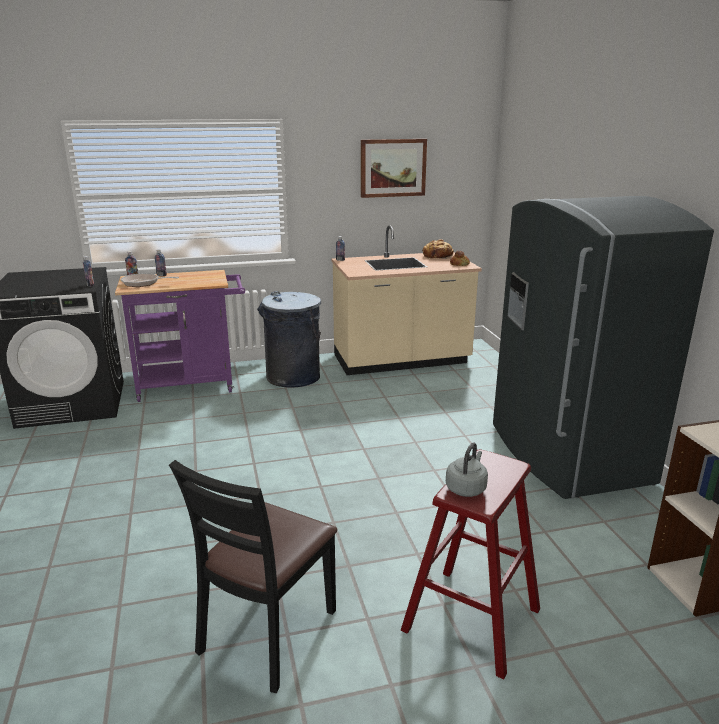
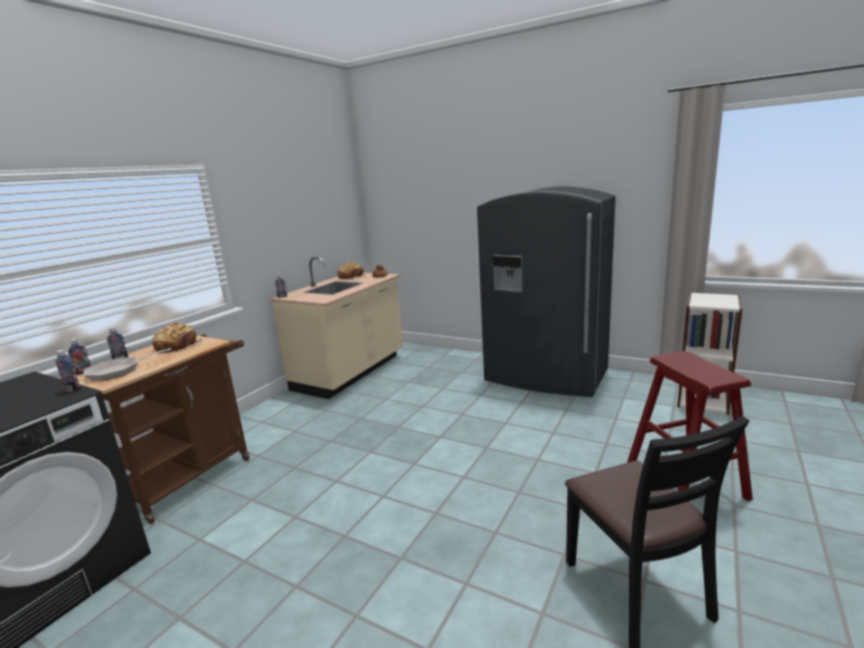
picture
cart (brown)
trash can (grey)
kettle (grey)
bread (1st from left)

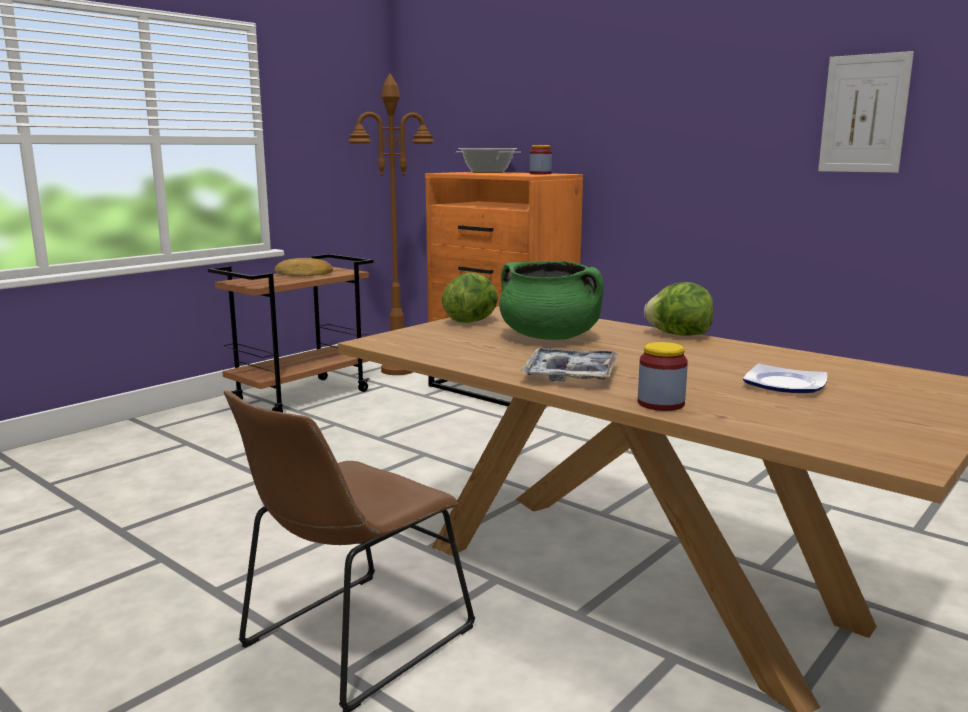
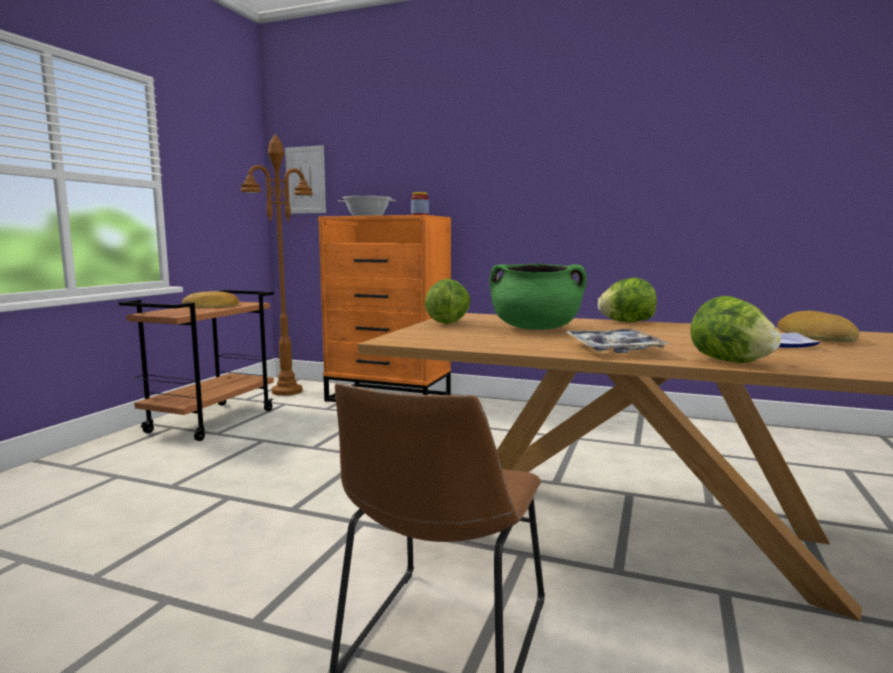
picture
lettuce (3rd from left)
bread (2nd from left)

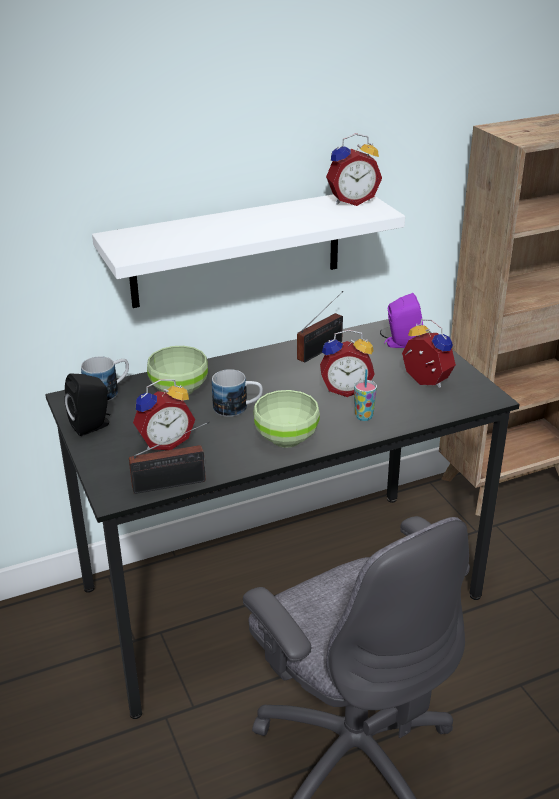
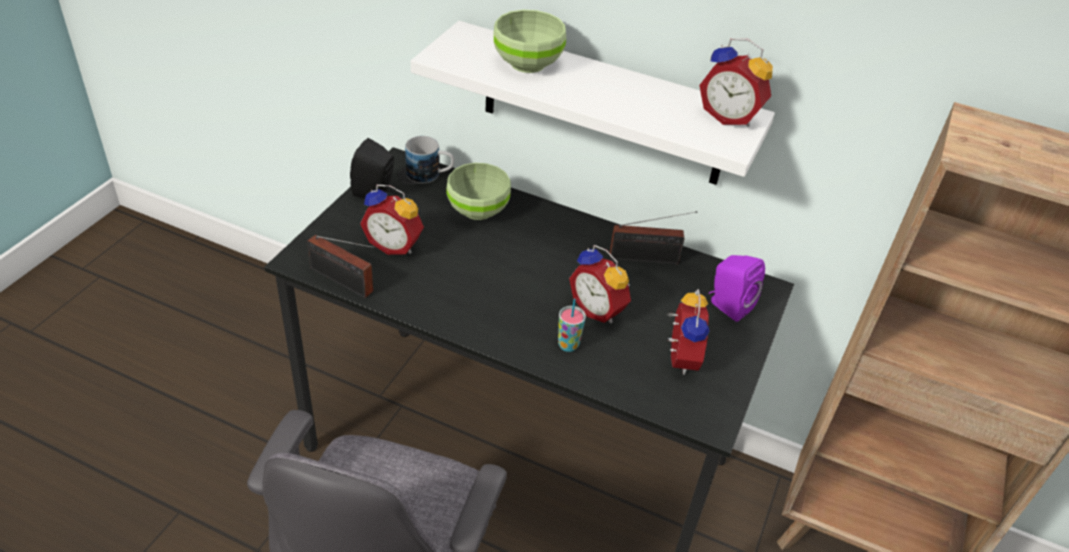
mug (2nd from left in the first image)
bowl (green) (2nd from left)

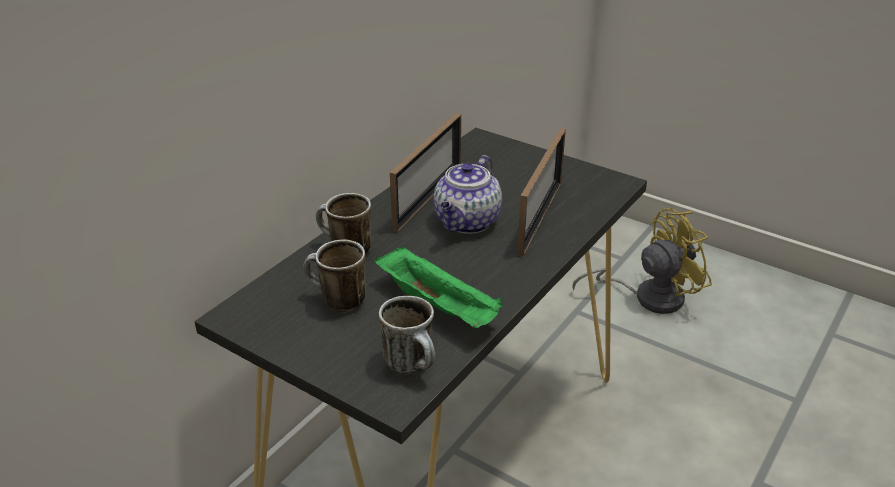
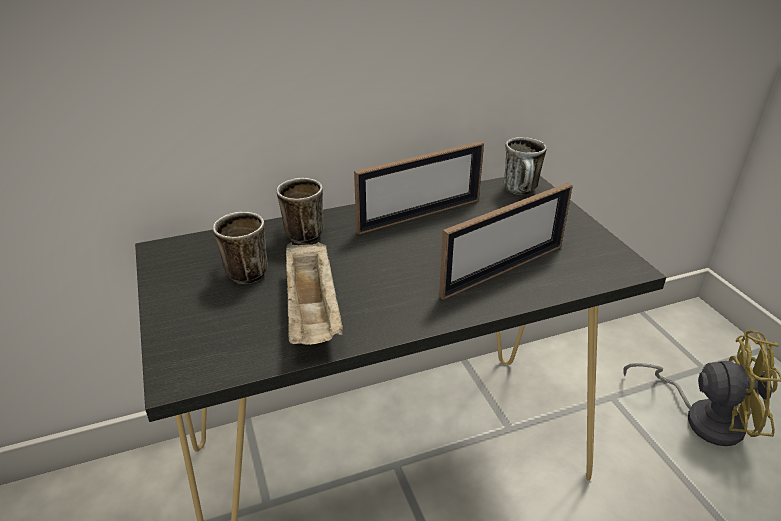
teapot
tray (beige)
mug (3rd from left)

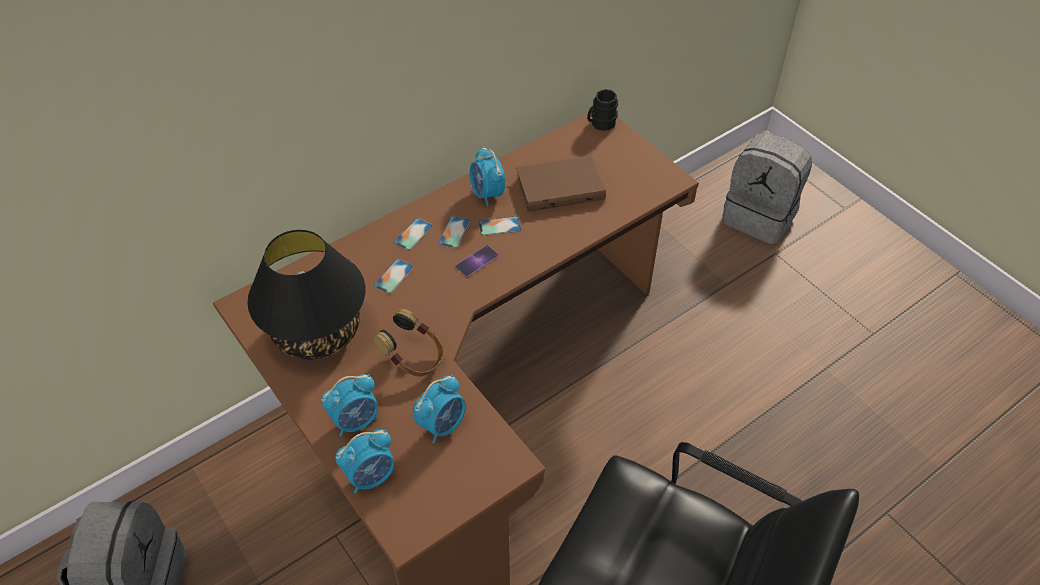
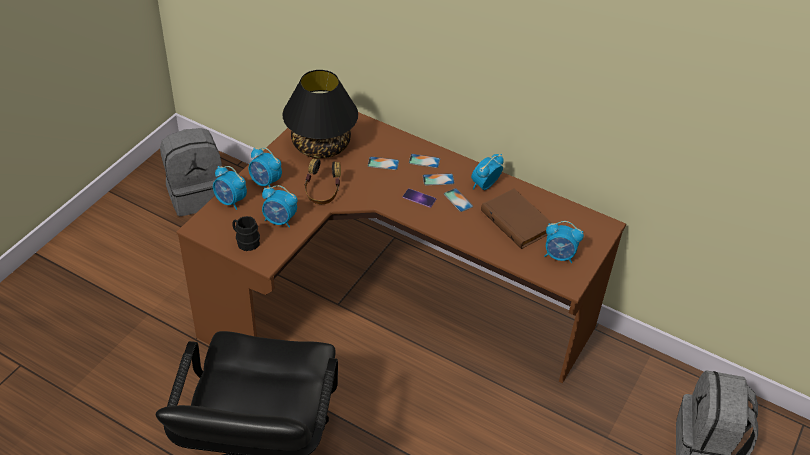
mug (black)
alarm clock (5th from left)

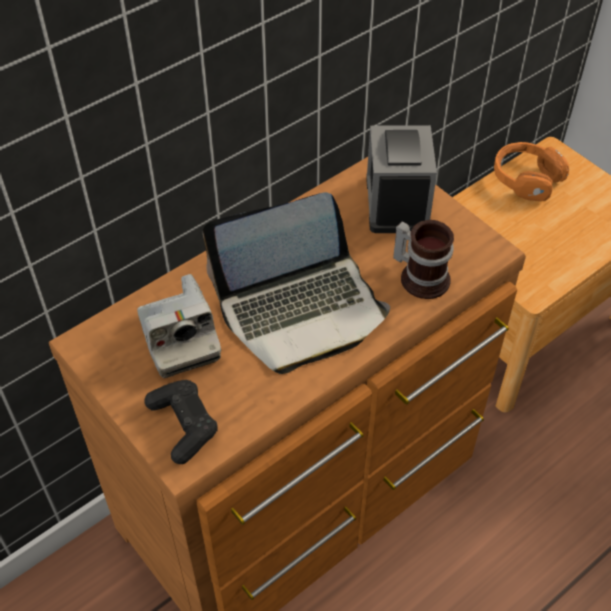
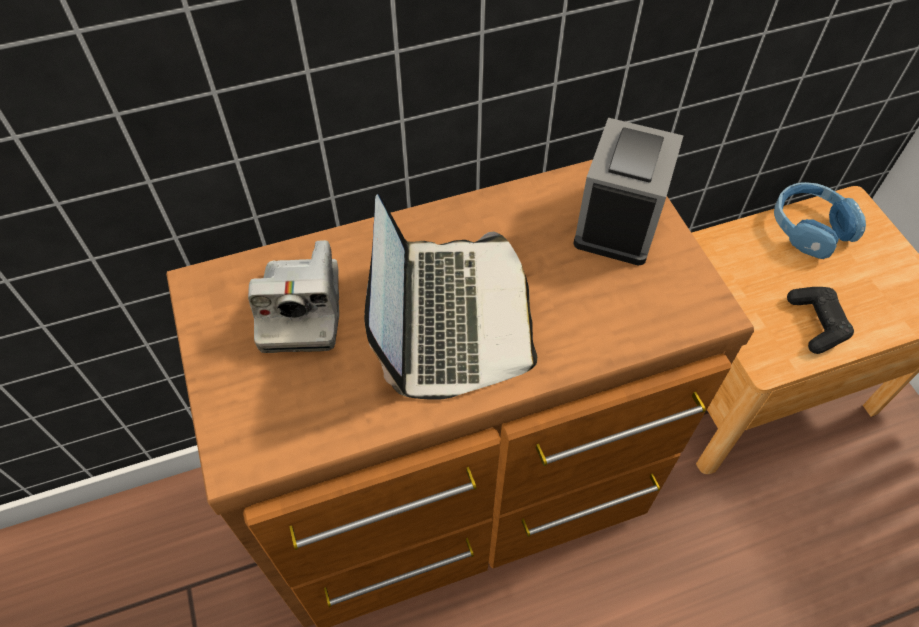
headphones (blue)
laptop
mug
game controller (black)

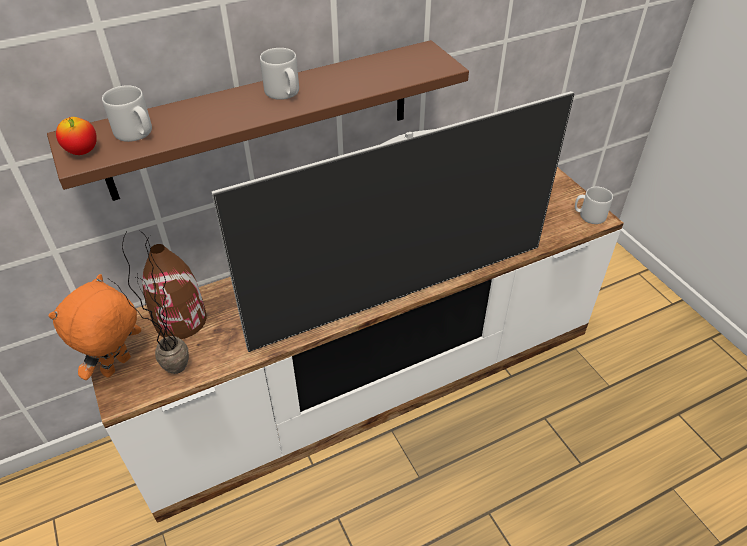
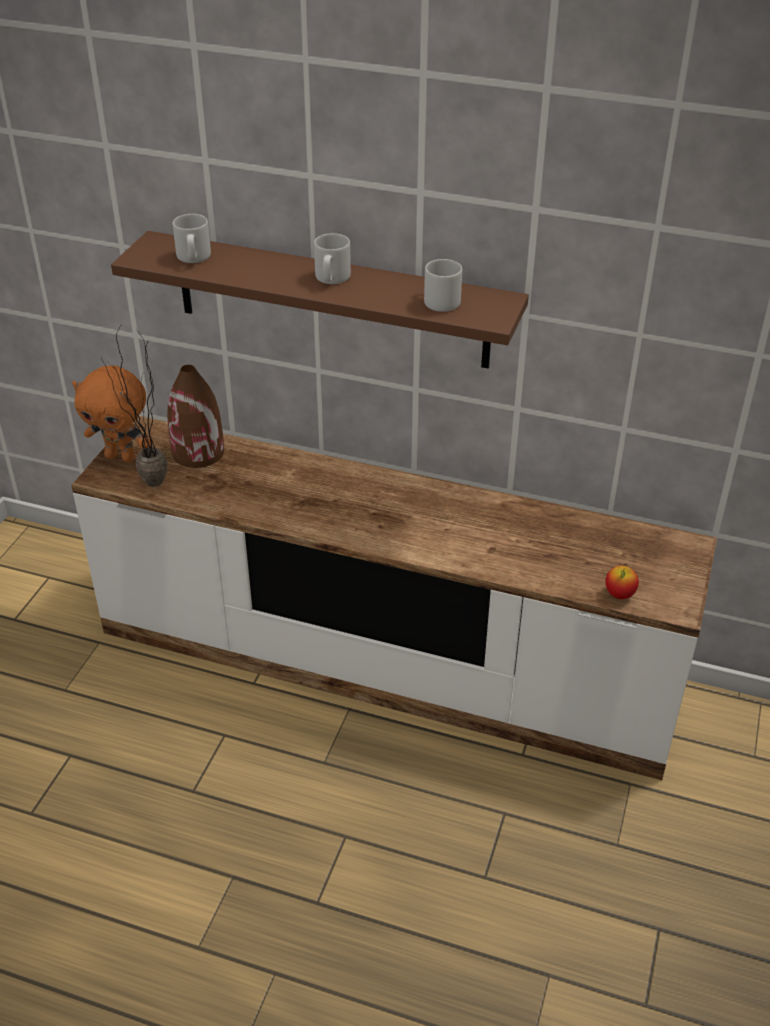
television
apple
mug (grey) (3rd from left)
plush toy (orange)

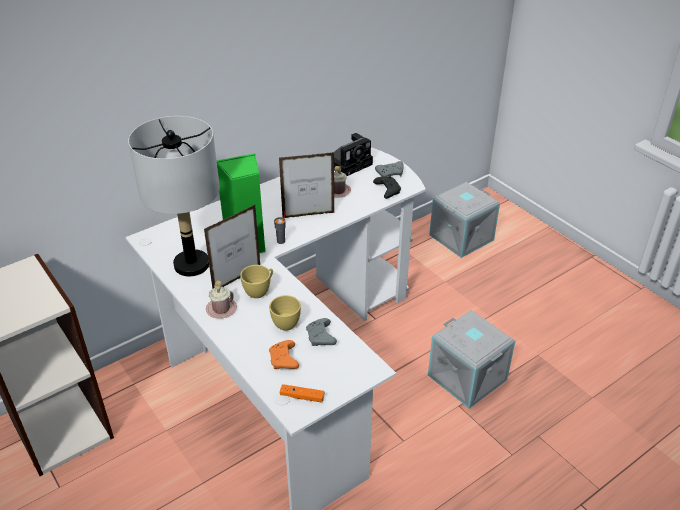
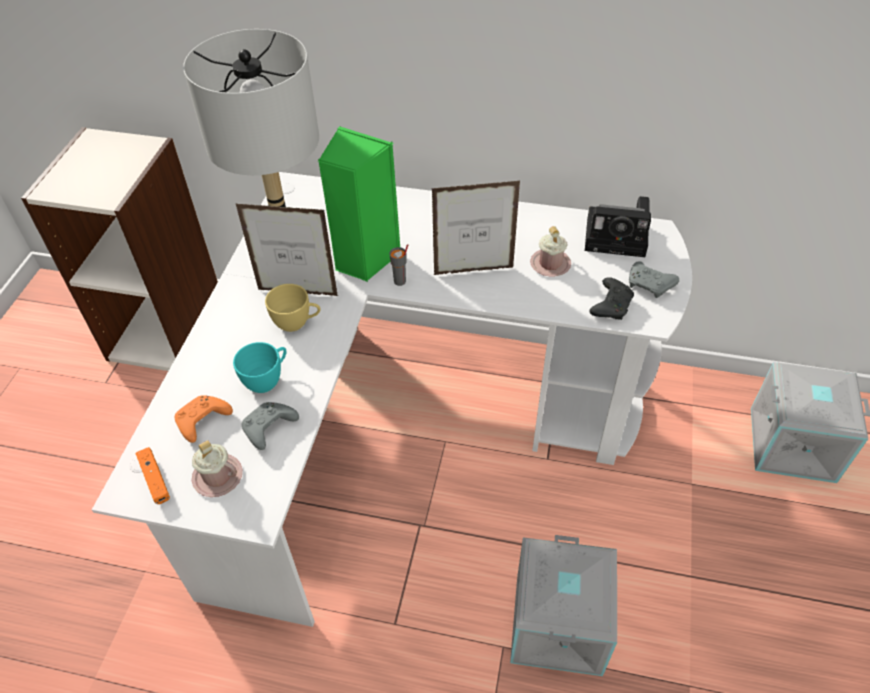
picture frame (2nd from left)
mug (pink) (1st from left)
cup (turquoise)

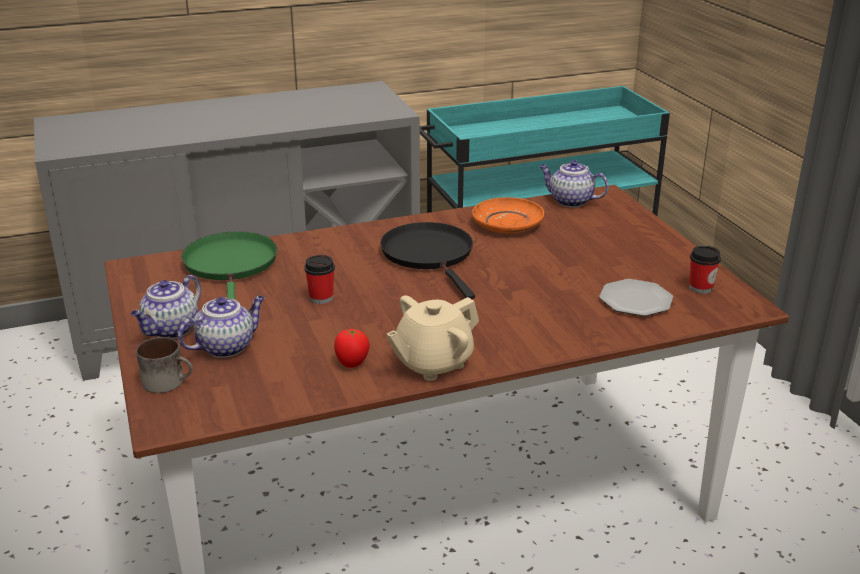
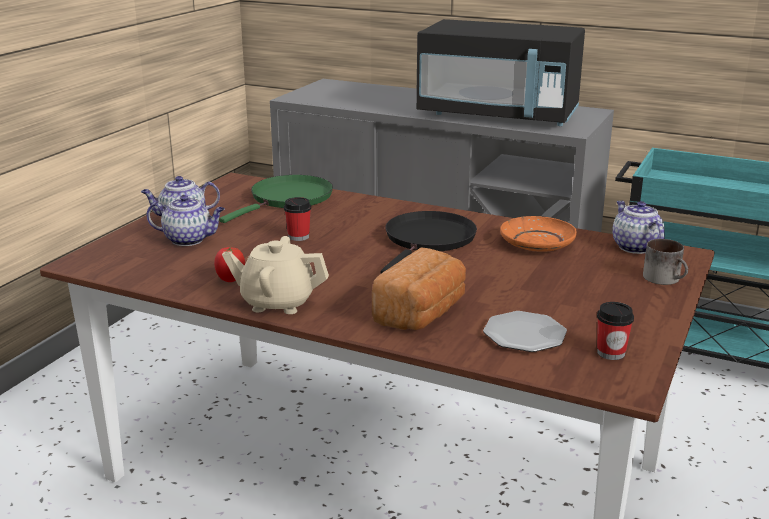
mug
microwave (black)
bread

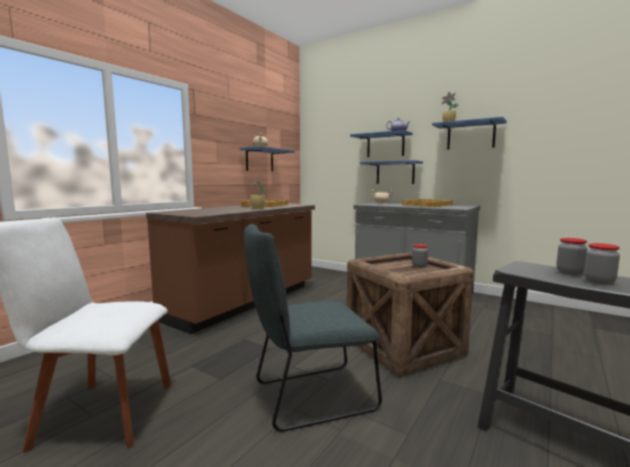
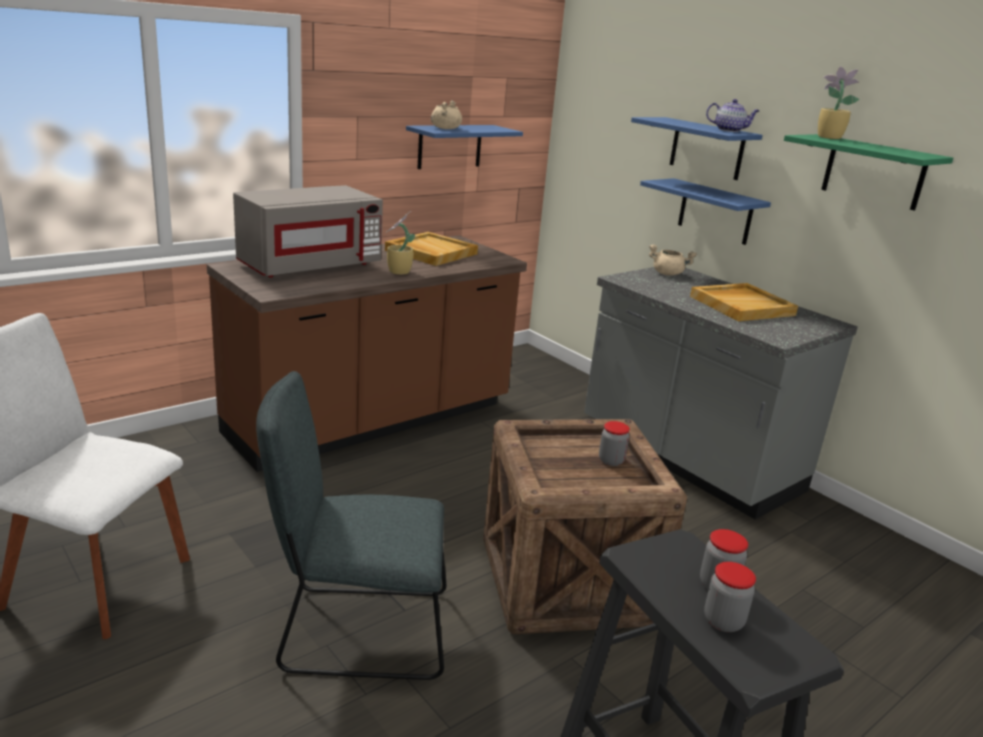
shelf (green)
microwave (grey)

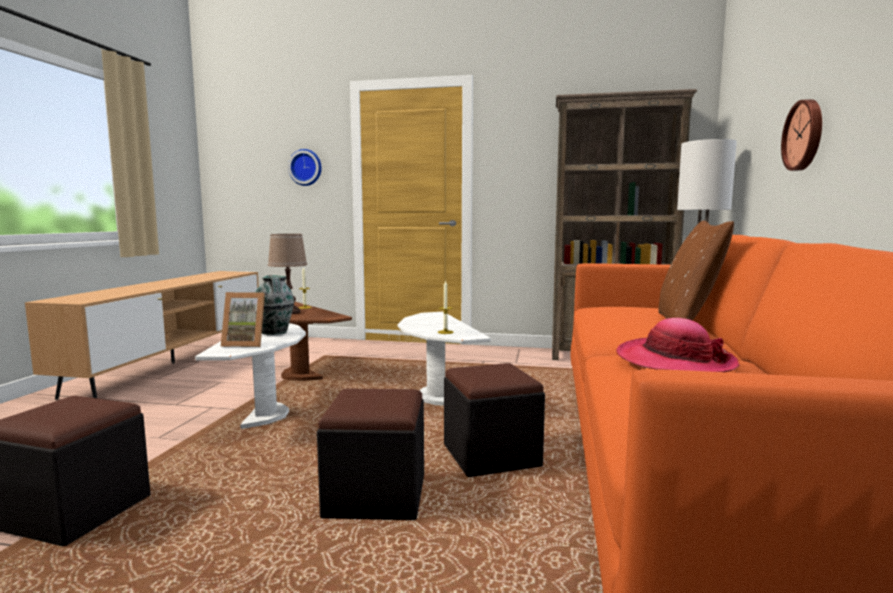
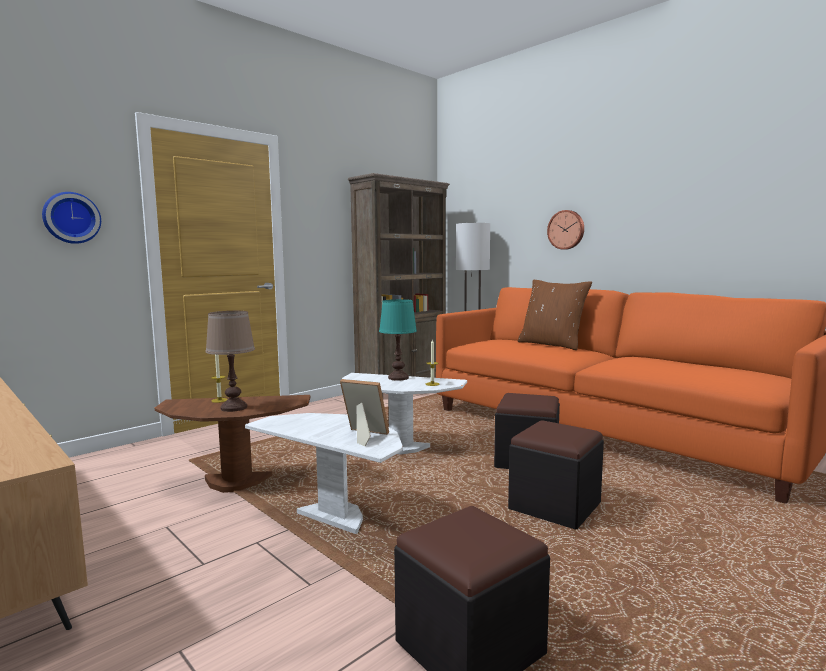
vase
picture frame
hat
table lamp (turquoise)

